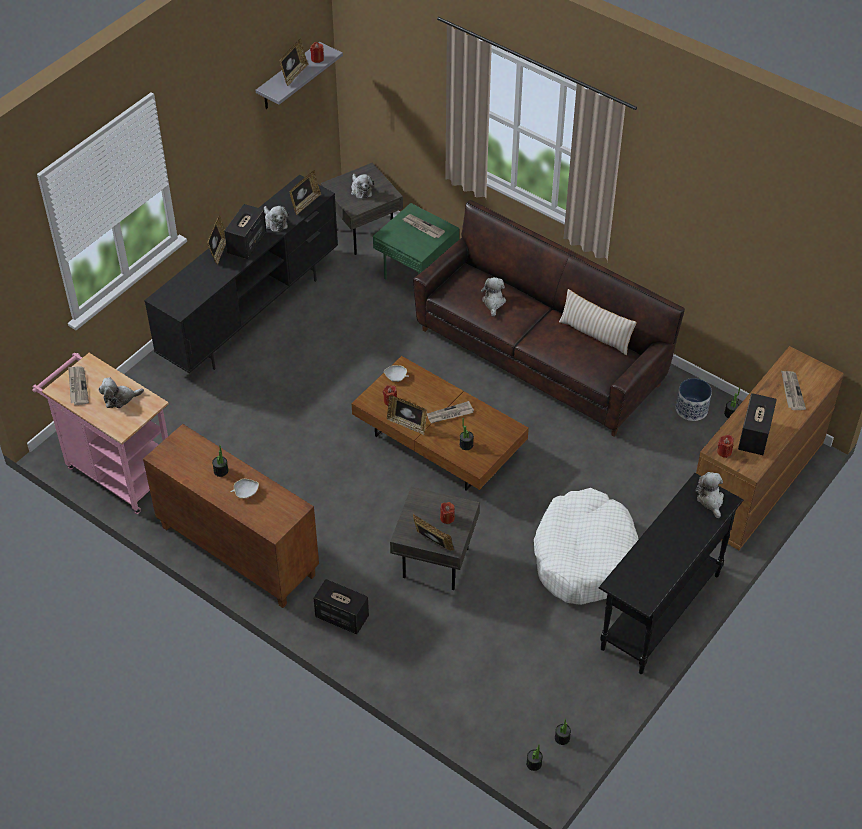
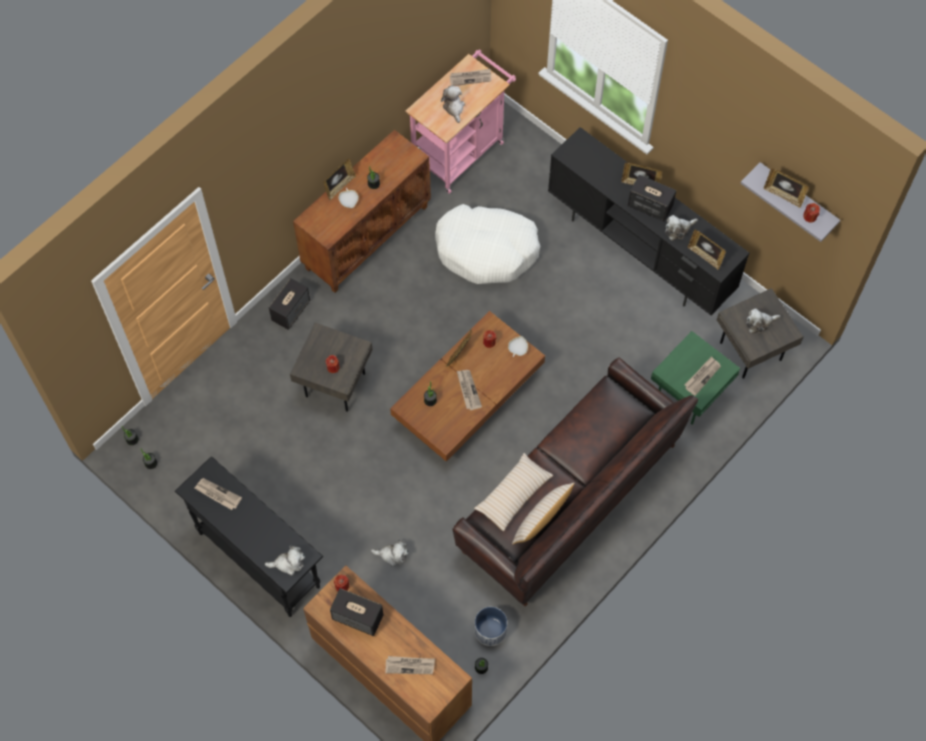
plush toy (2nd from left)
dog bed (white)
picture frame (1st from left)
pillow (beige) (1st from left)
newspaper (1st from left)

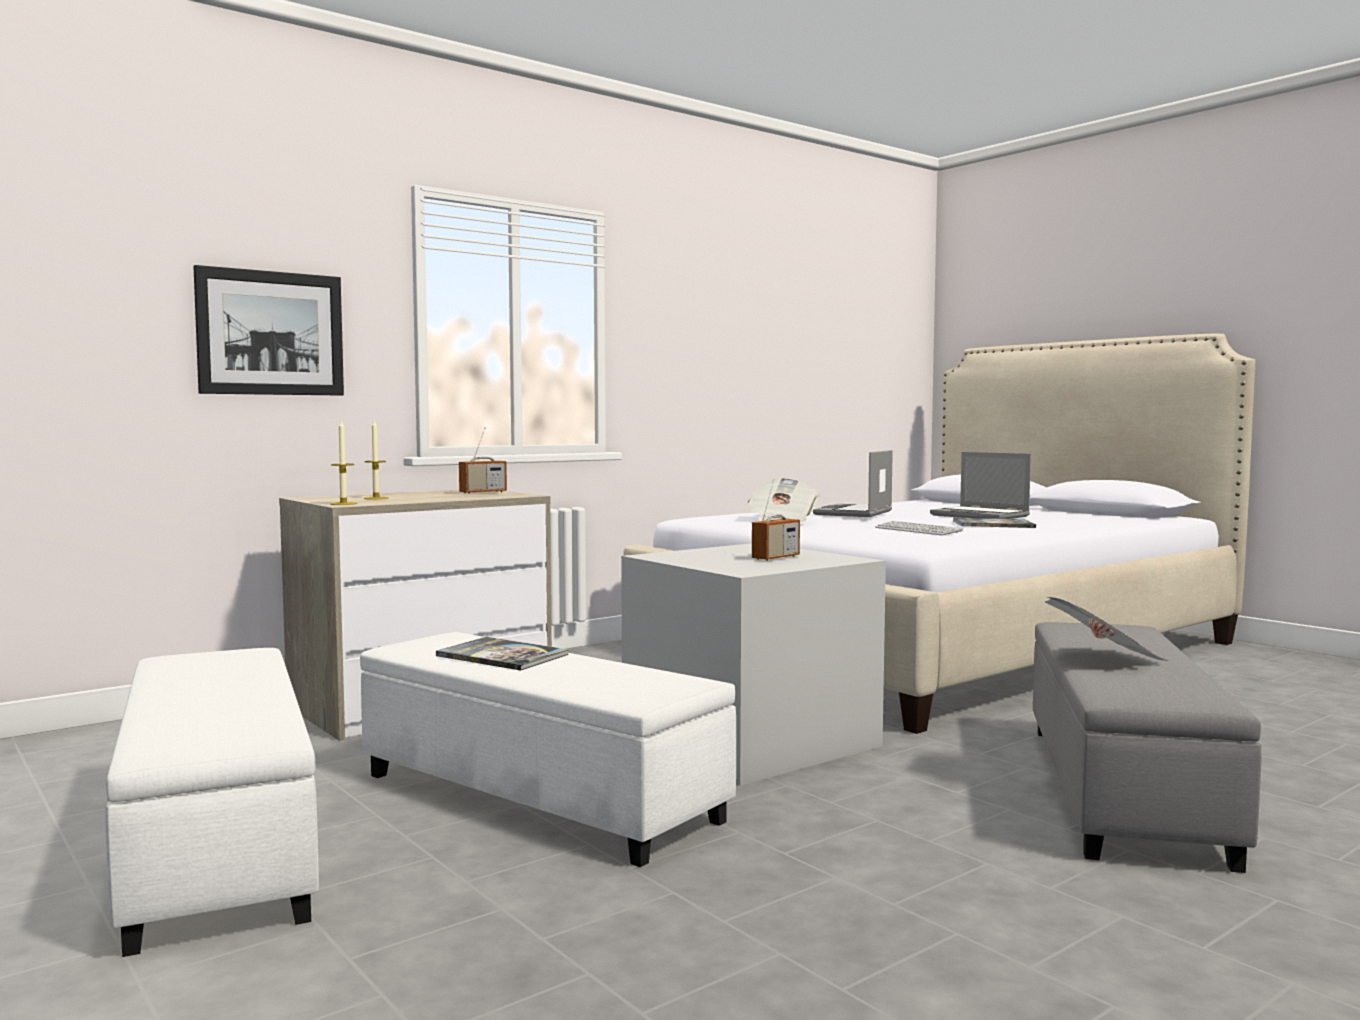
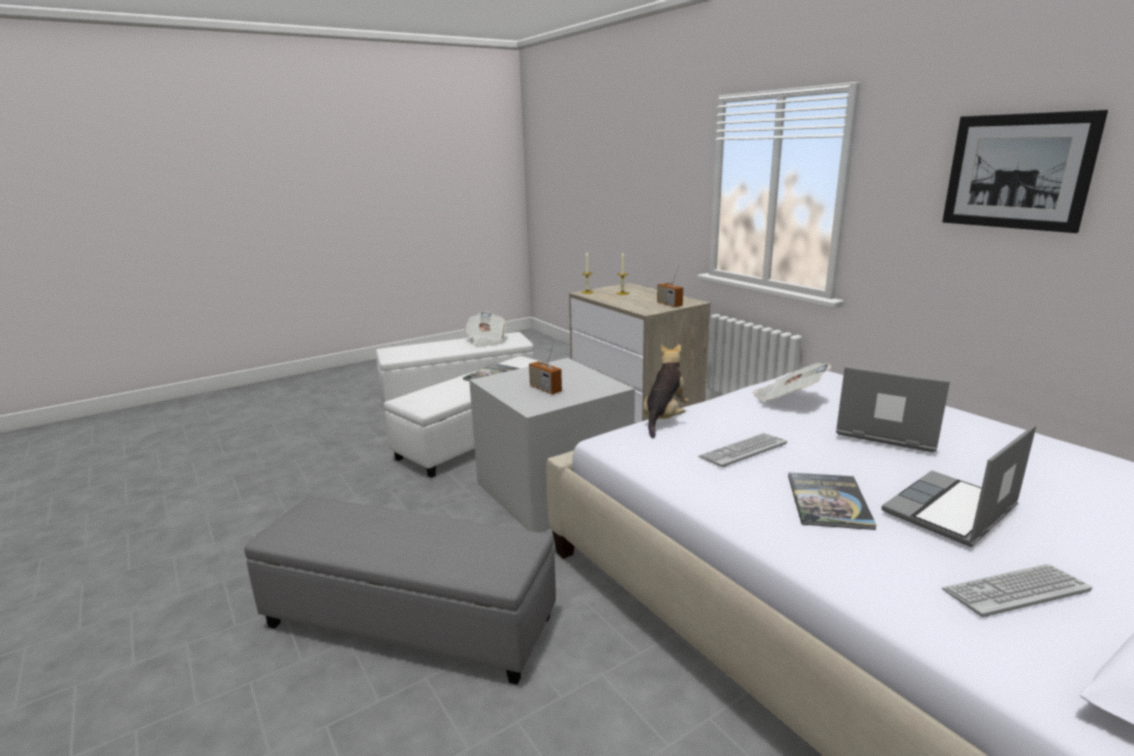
picture
newspaper (1st from left)
plush toy
keyboard (2nd from left)

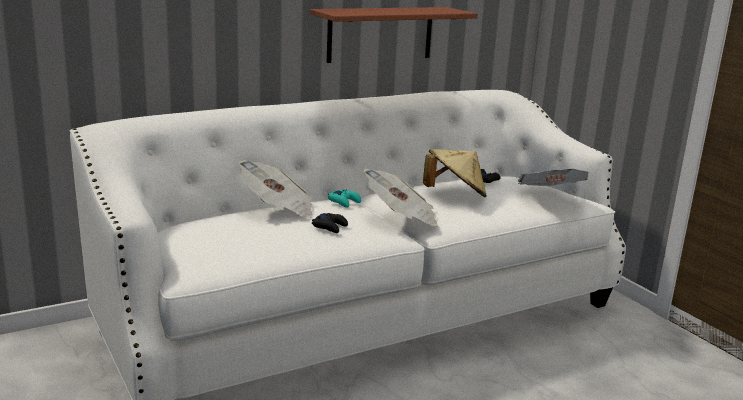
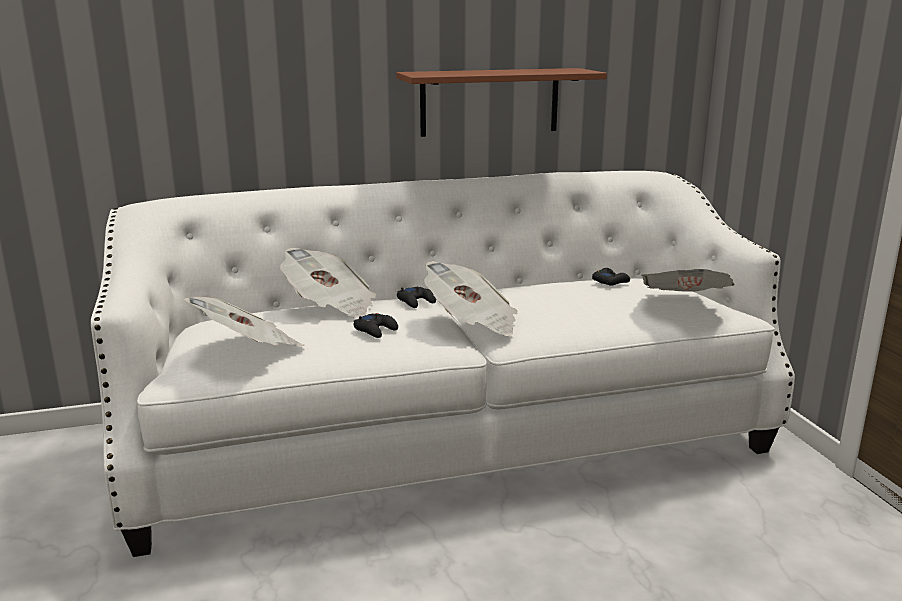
hat (beige)
game controller (black) (2nd from left)
newspaper (1st from left)

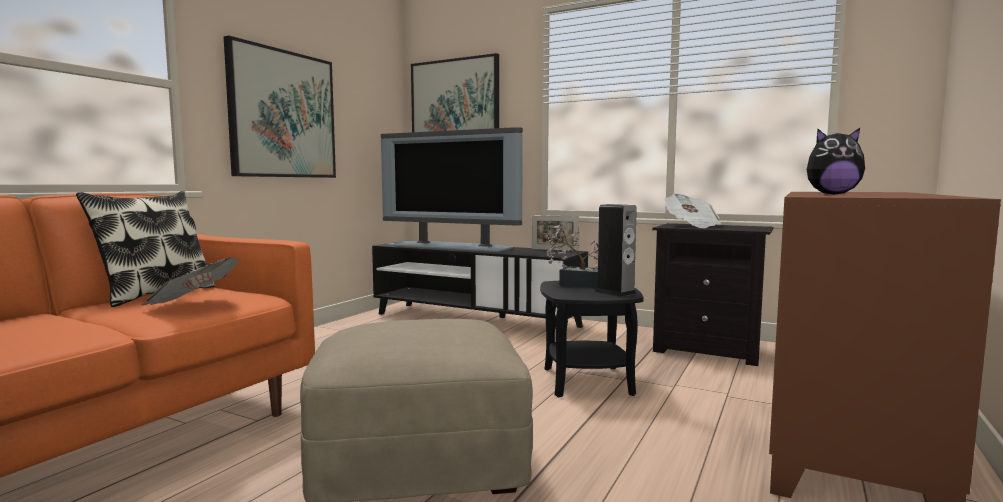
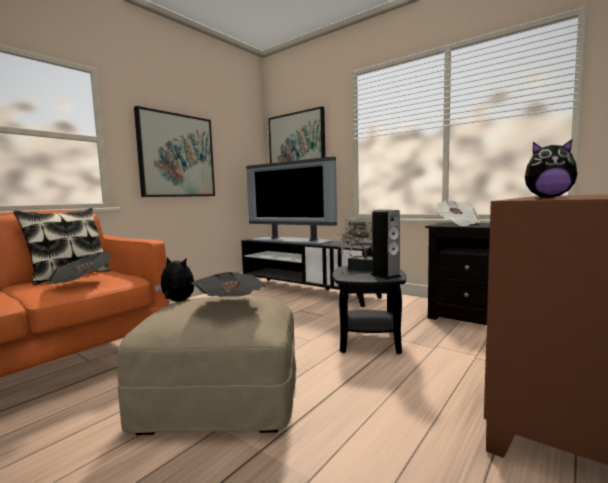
plush toy (1st from left)
newspaper (2nd from left)

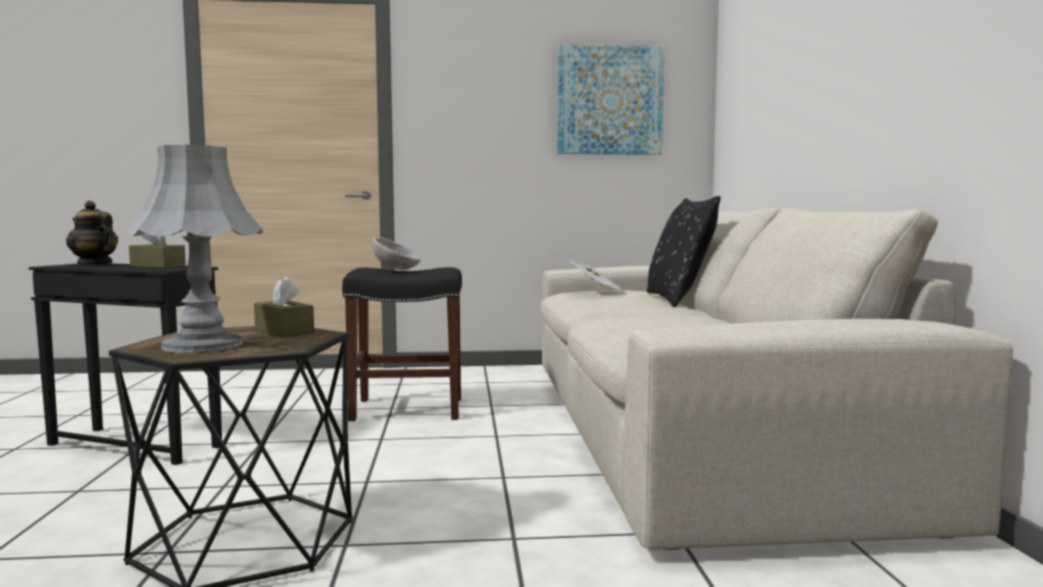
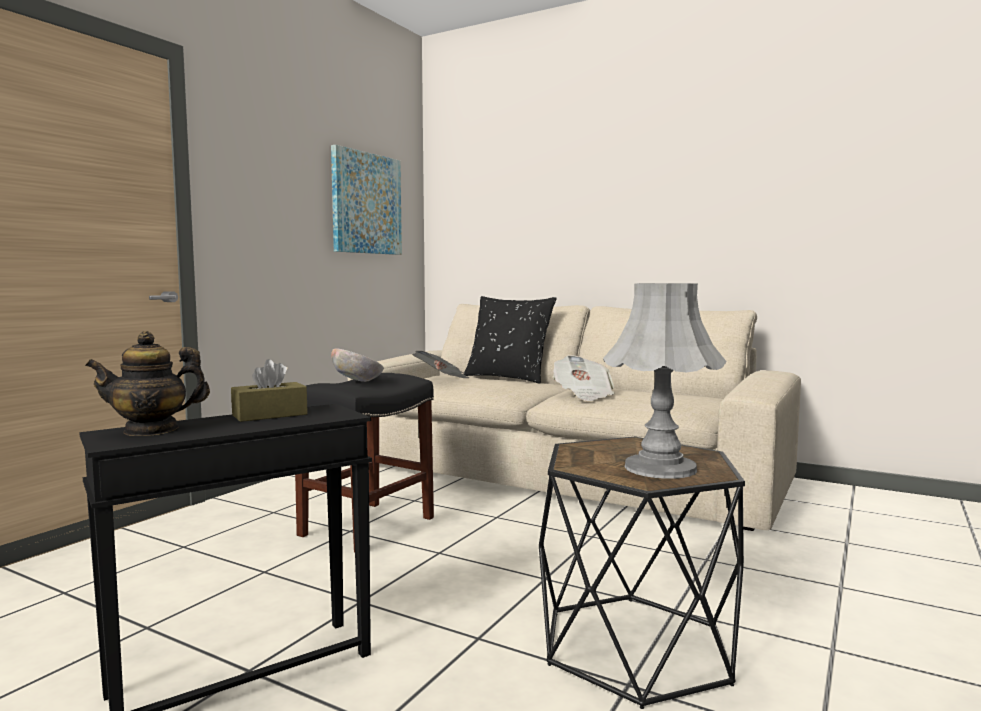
tissue box (brown) (2nd from left in the first image)
newspaper (2nd from left)

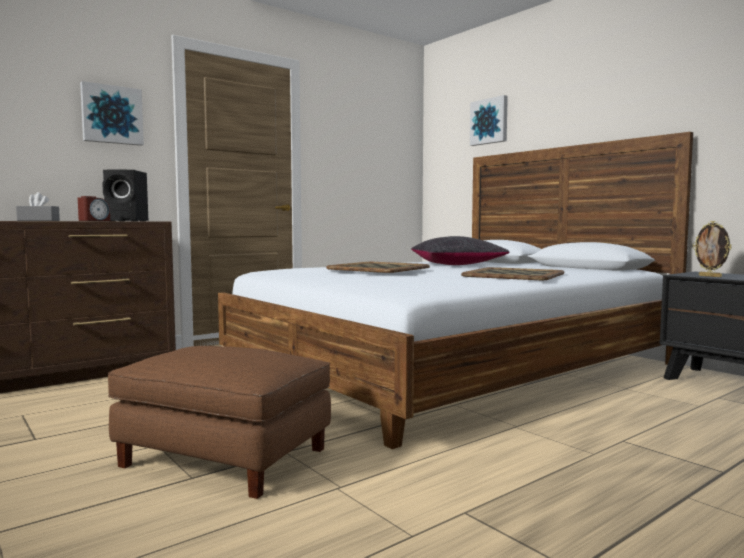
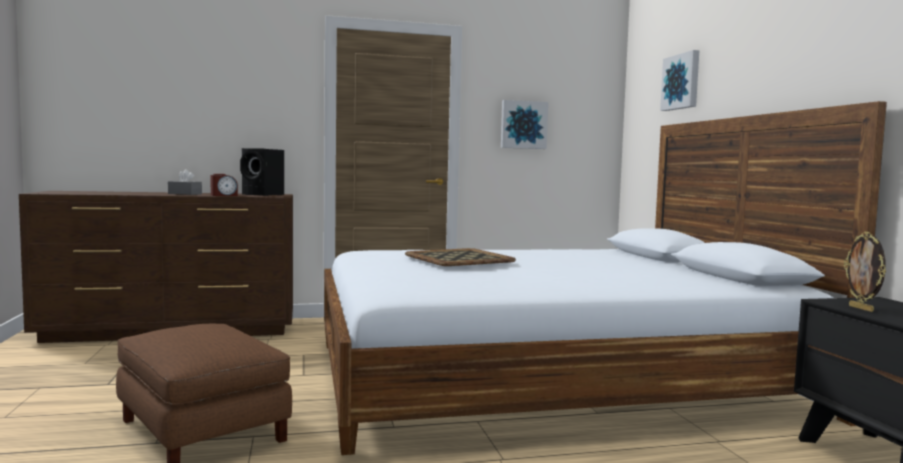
picture (1st from left)
pillow (black)
tray (2nd from left in the first image)

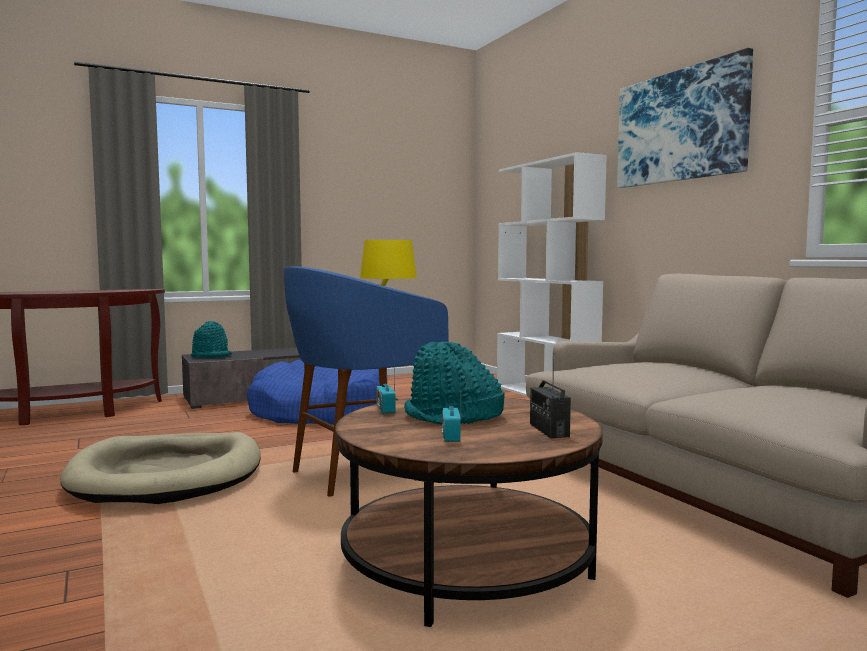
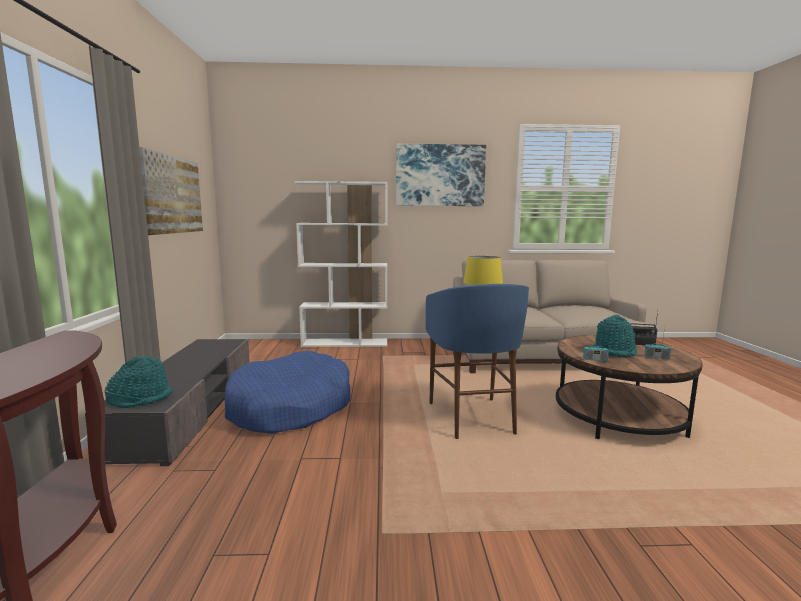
dog bed (beige)
picture (1st from left)

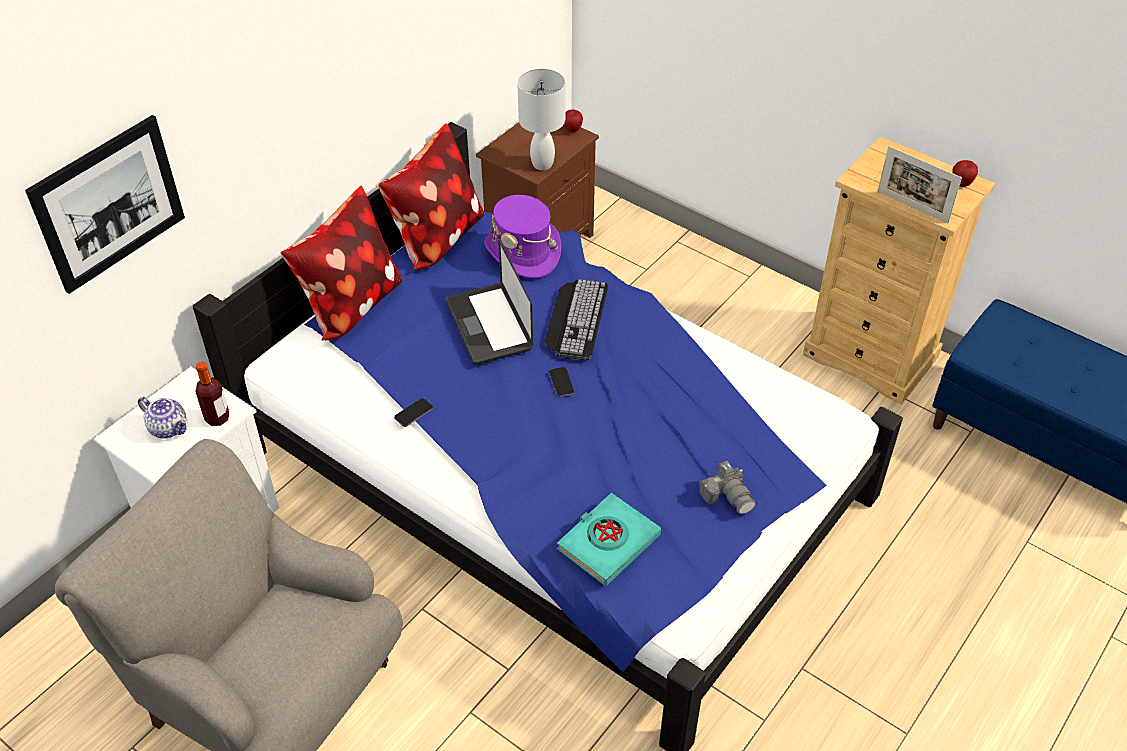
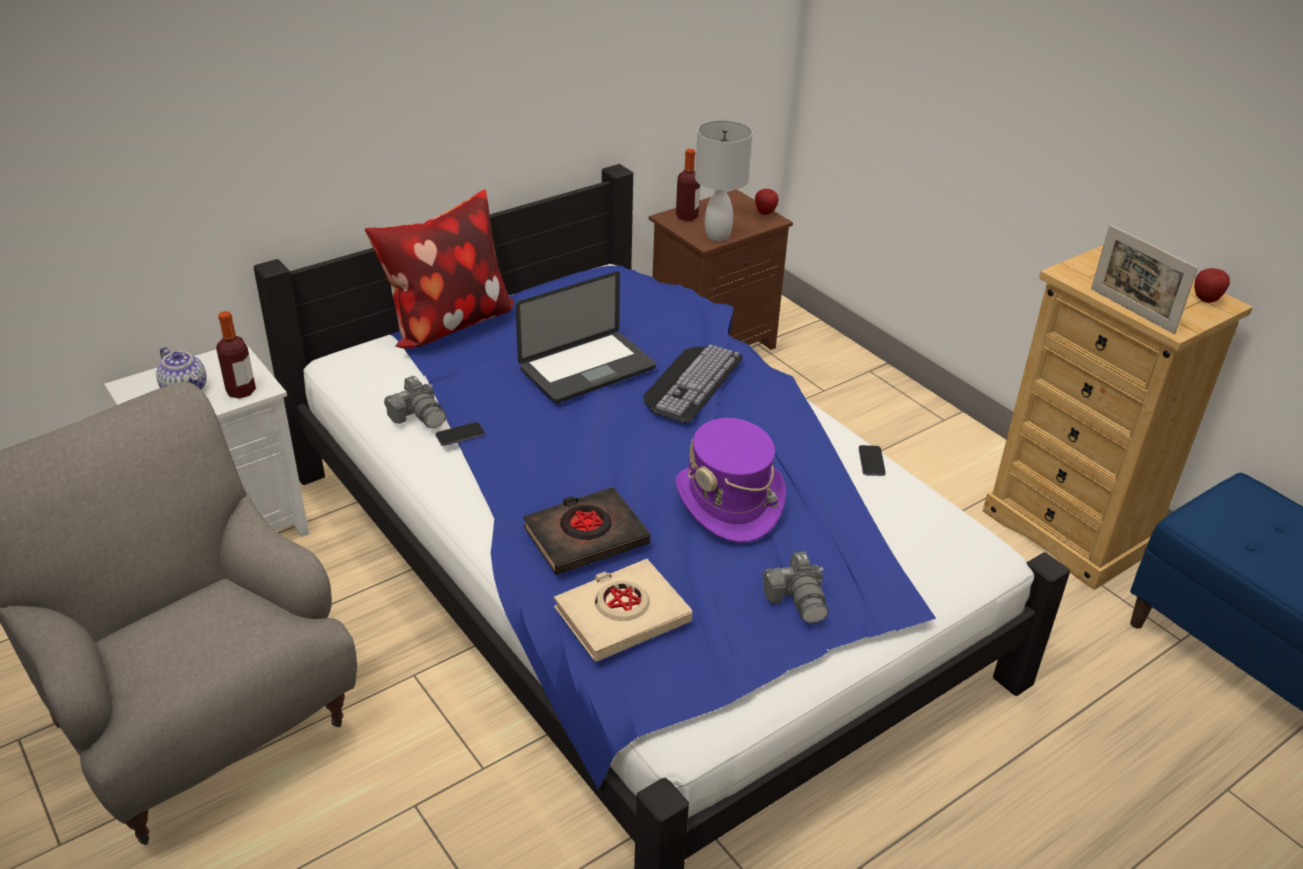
picture
pillow (2nd from left in the first image)
hat (purple)
laptop
phone (2nd from left)
book (beige)
bottle (2nd from left)
photo camera (1st from left)
book (black)

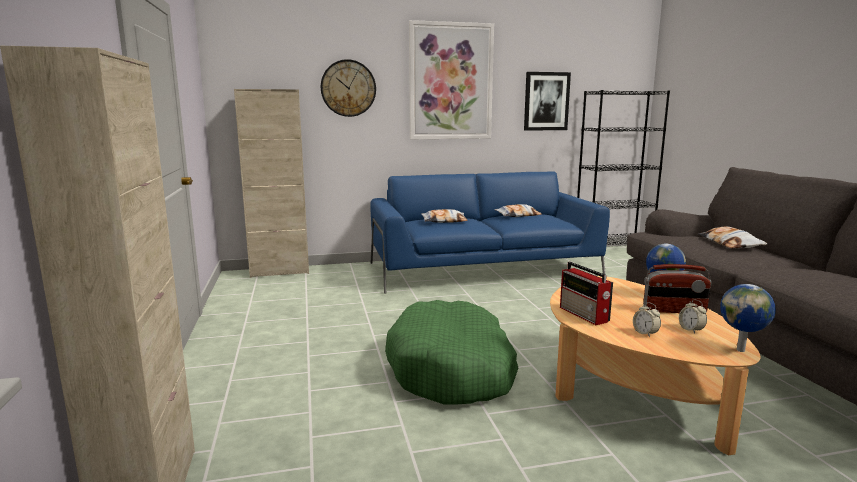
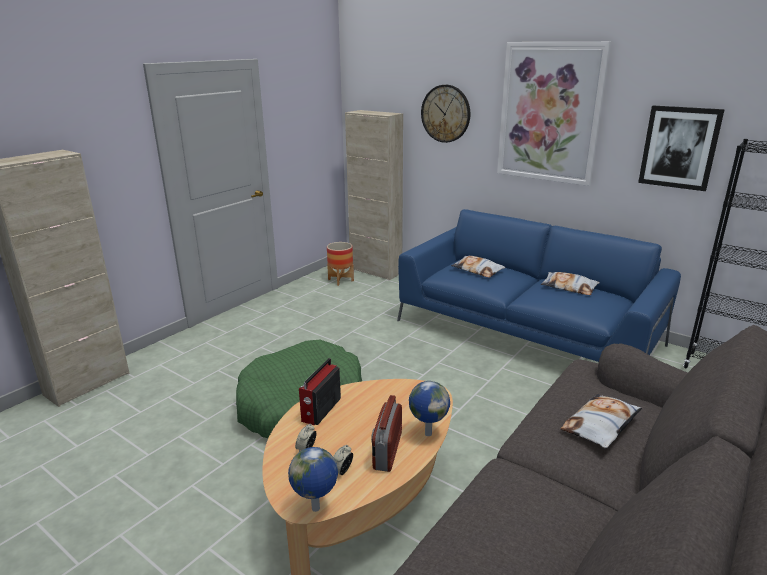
radio (2nd from left)
planter

